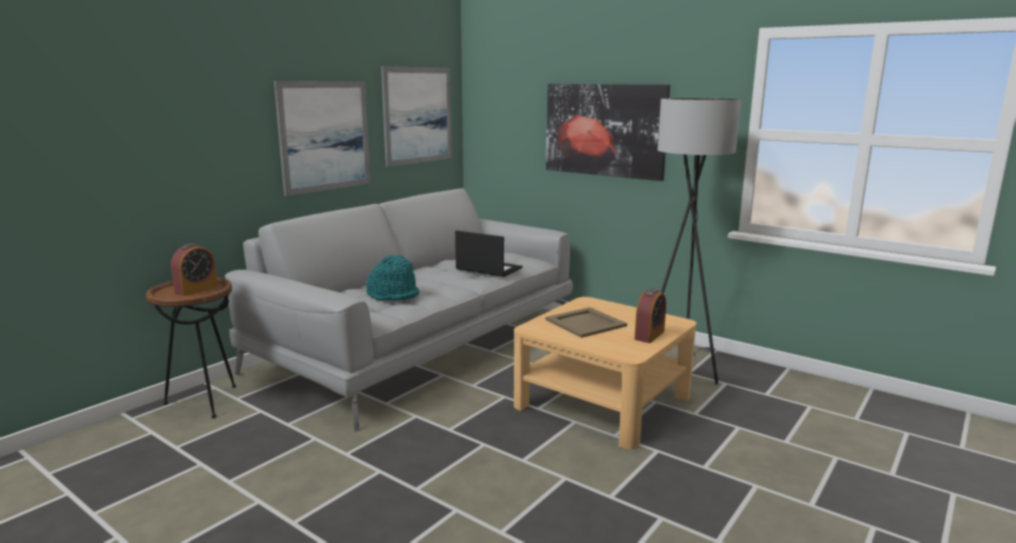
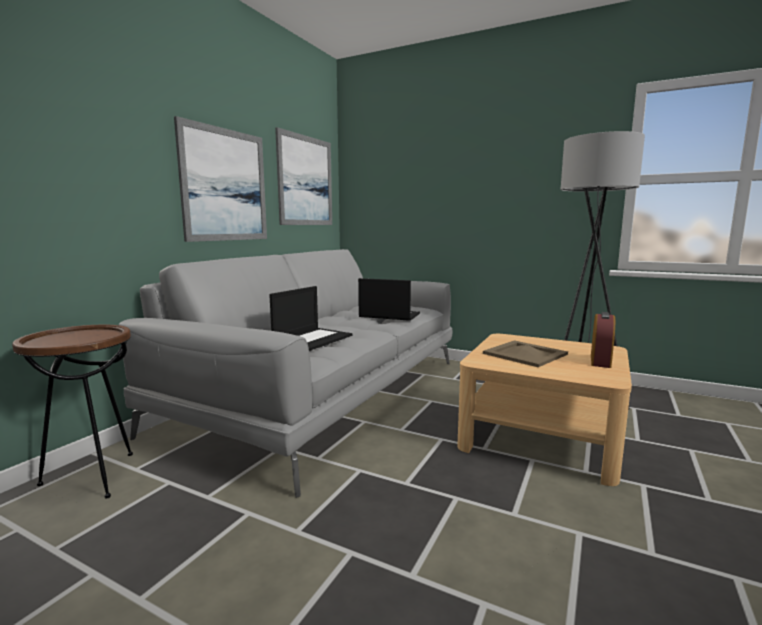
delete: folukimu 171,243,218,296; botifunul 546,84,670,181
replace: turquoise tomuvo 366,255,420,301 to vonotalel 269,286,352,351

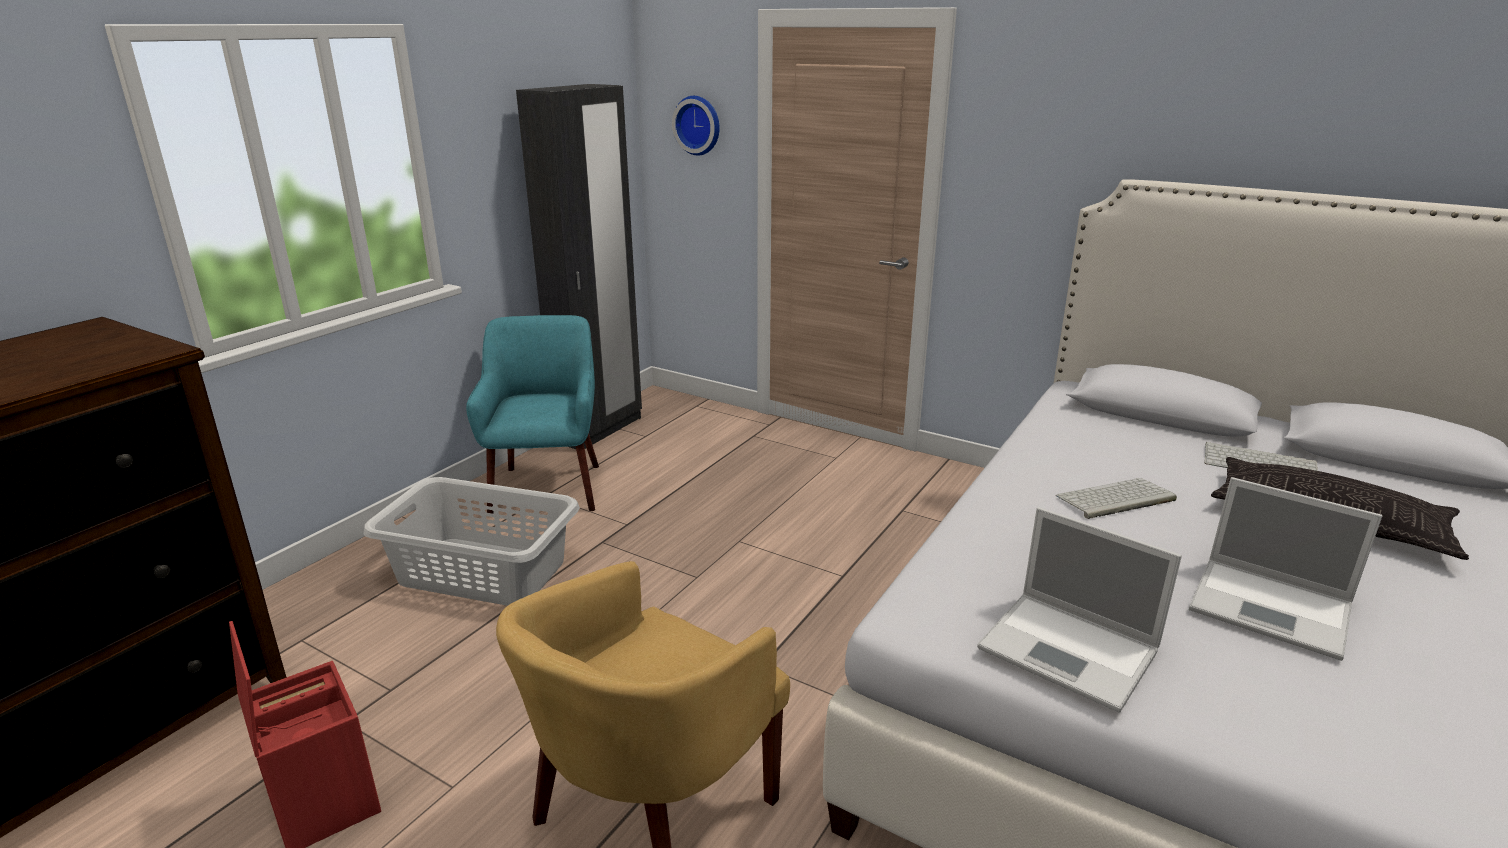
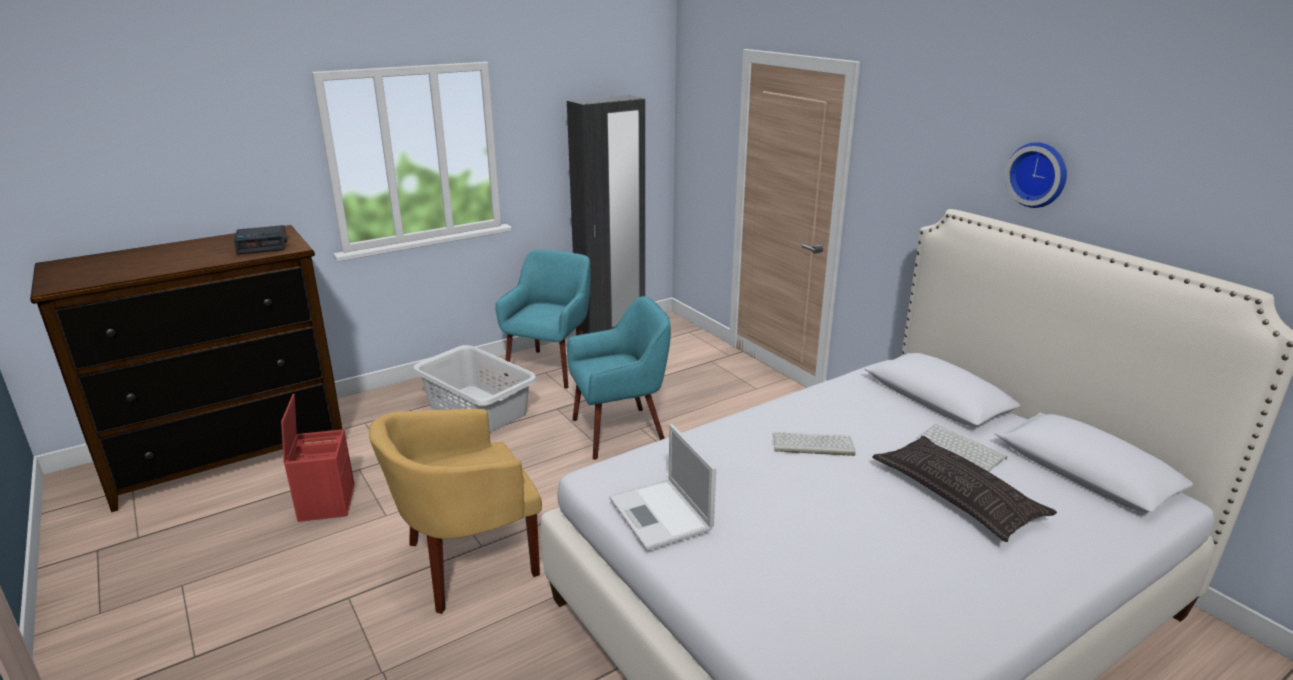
delete: vonotalel 1189,477,1382,661
insert: folukimu 234,225,287,255; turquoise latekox 567,296,671,460
move: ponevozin 672,96,720,155 to 1005,142,1067,208

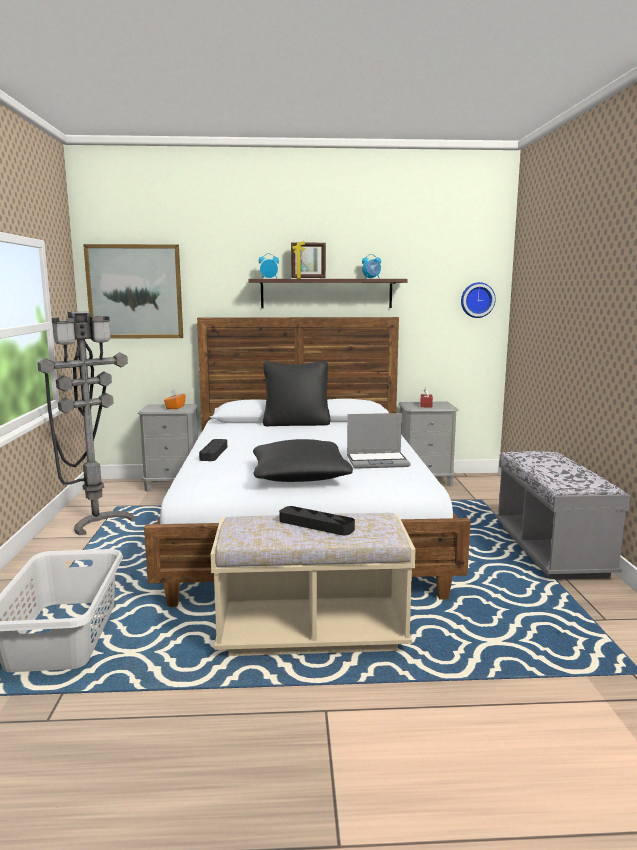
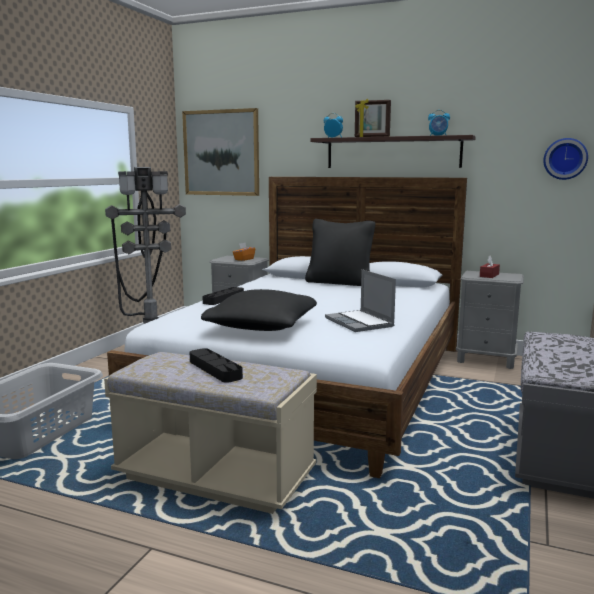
rotate: vonotalel 347,413,411,469 = 325,269,396,332 45 degrees clockwise

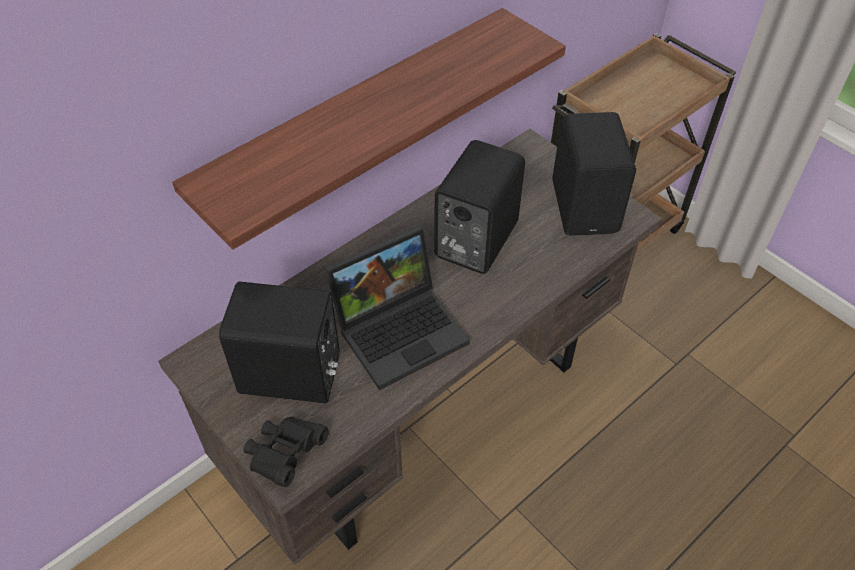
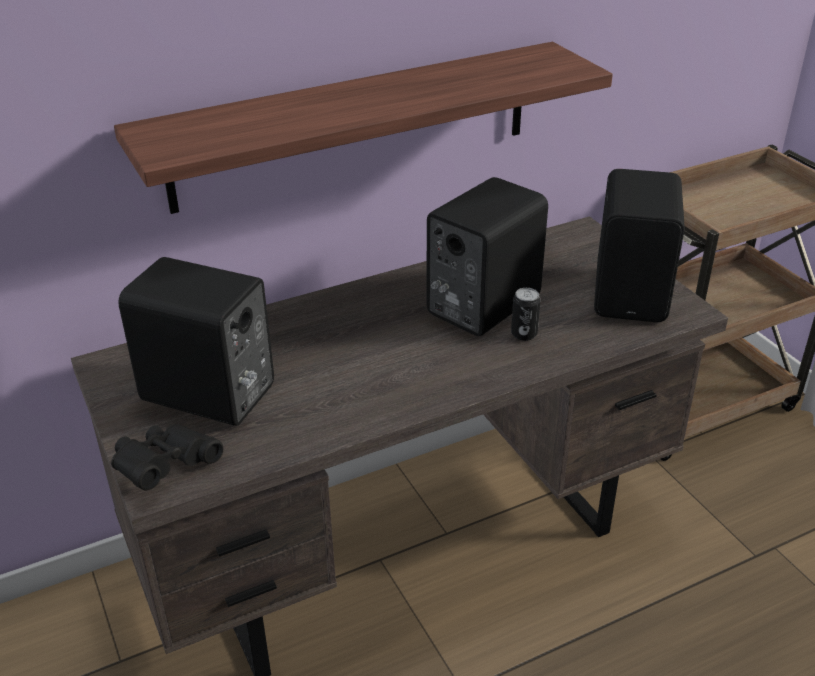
delete: vonotalel 325,226,470,390
insert: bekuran 511,288,541,341

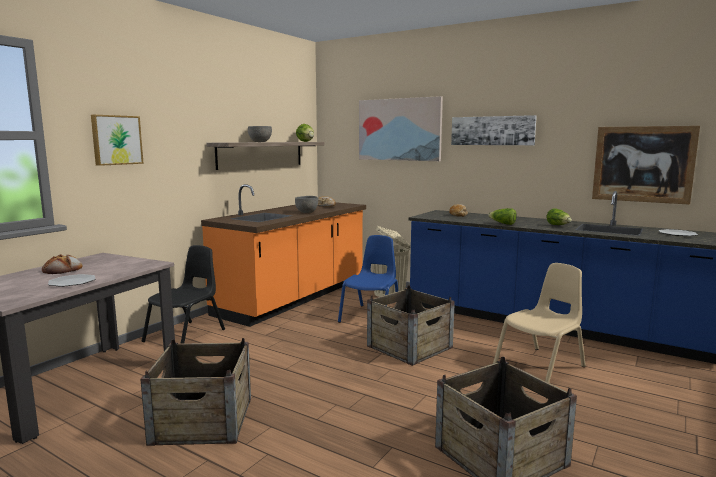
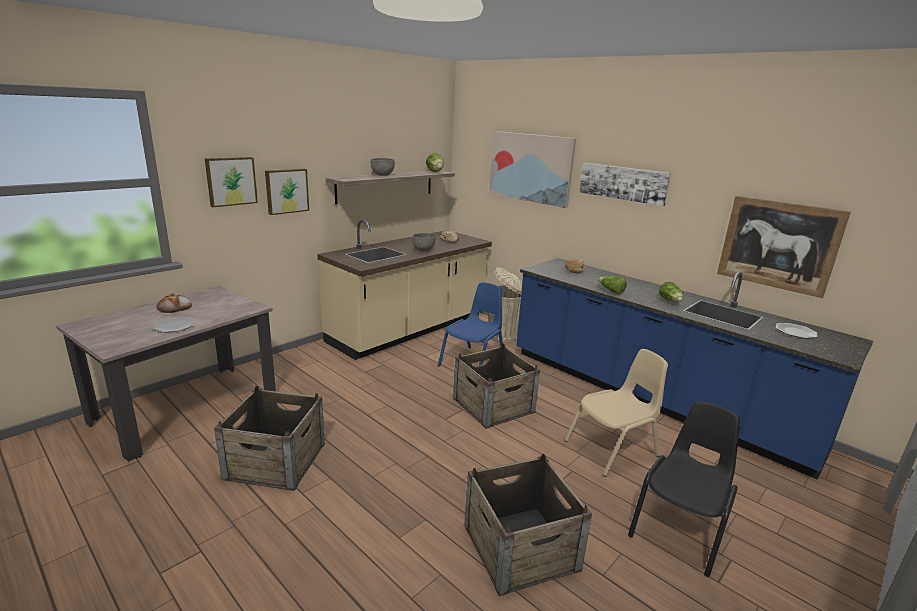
insert: botifunul 265,169,309,215
move: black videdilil 142,245,225,344 to 628,401,740,577
recolor: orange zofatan 201,184,366,327 to beige zofatan 317,220,492,360

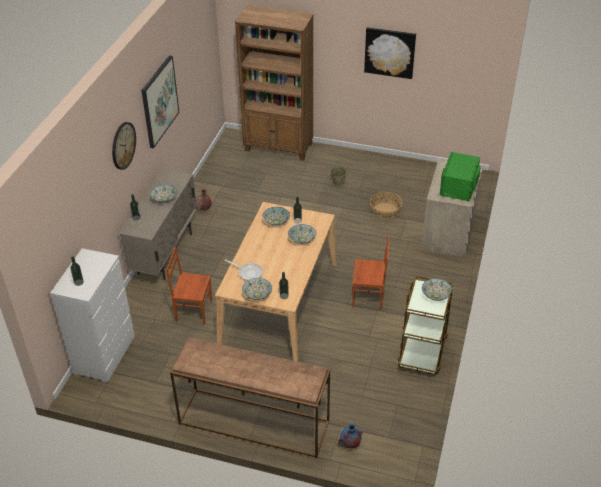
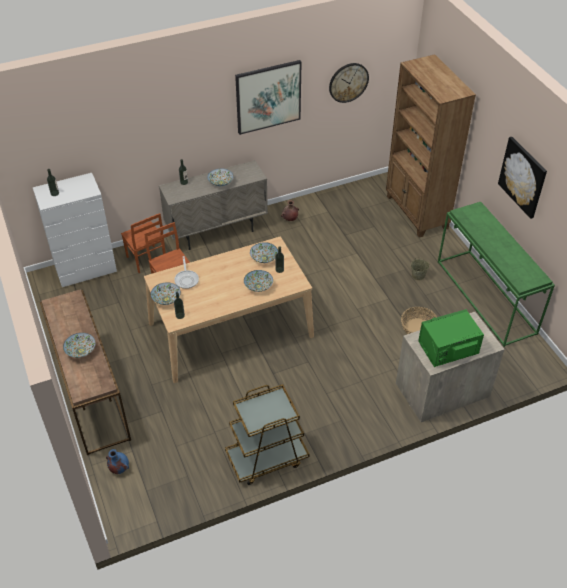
insert: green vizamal 438,202,555,347
move: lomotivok 422,279,452,301 to 63,333,96,358; brown videdilil 353,236,390,310 to 121,213,166,273; ponevozin 112,122,136,170 to 329,63,369,103

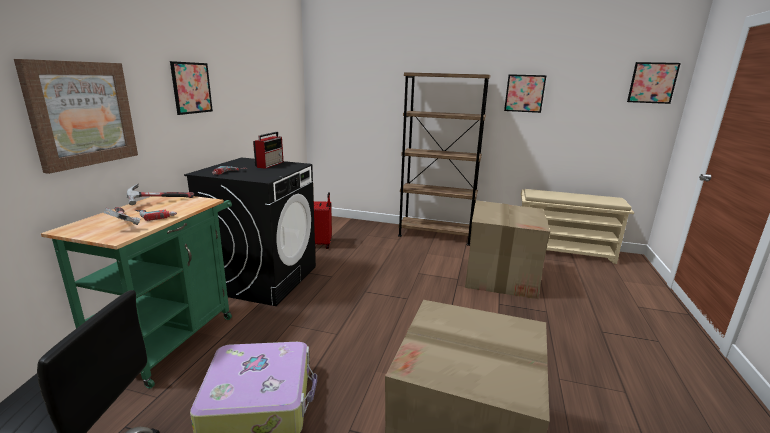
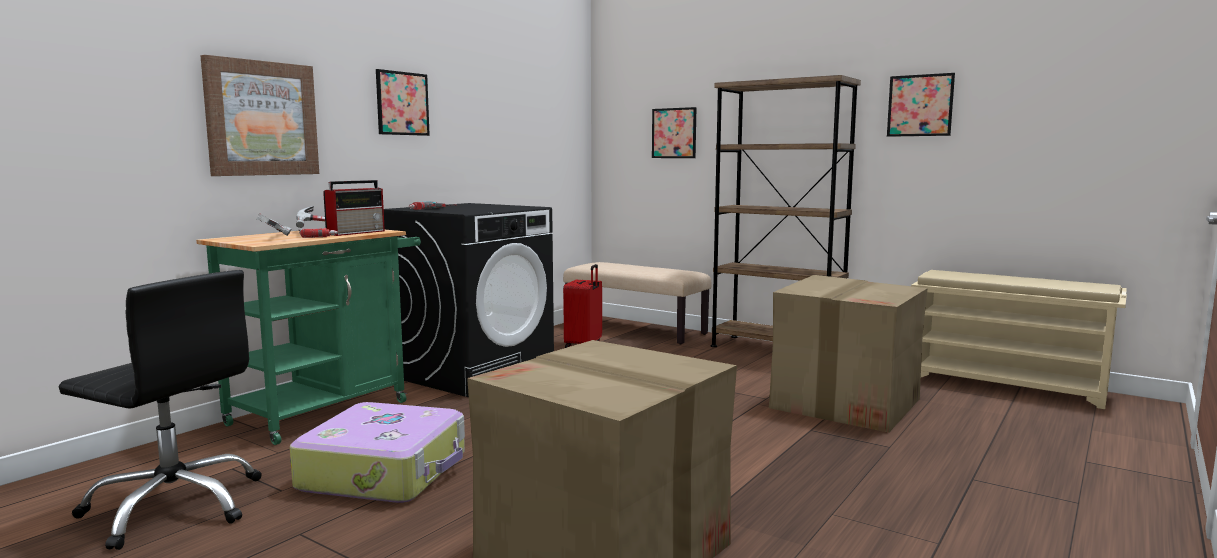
insert: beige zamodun 563,262,712,344
move: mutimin 253,132,283,169 to 323,180,385,236; botifunul 627,62,681,104 to 652,107,696,158

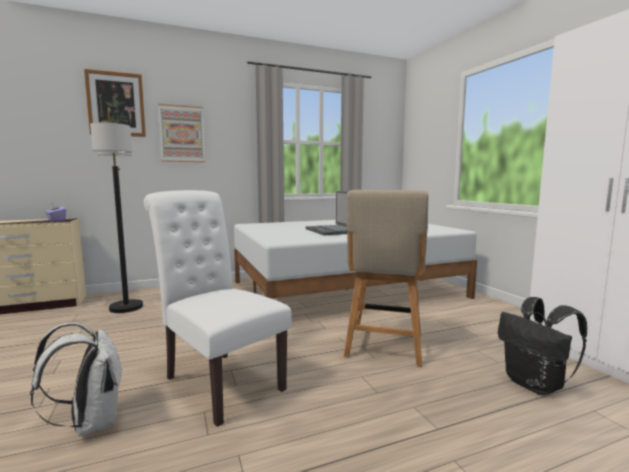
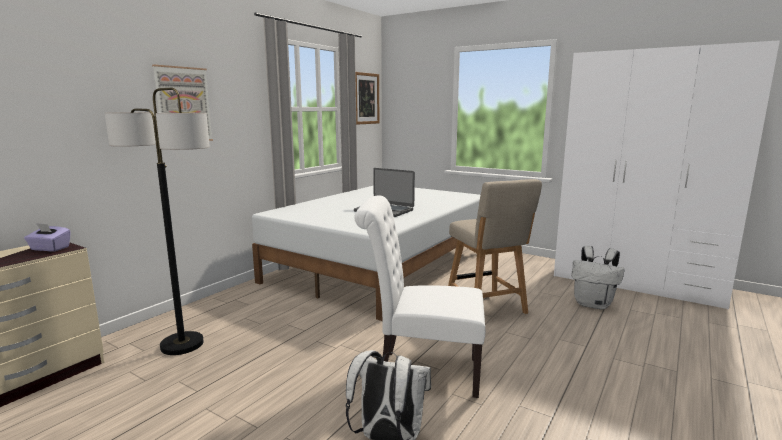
move: botifunul 84,69,146,137 to 355,72,379,125
recolor: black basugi 498,297,587,395 to white basugi 571,246,625,309

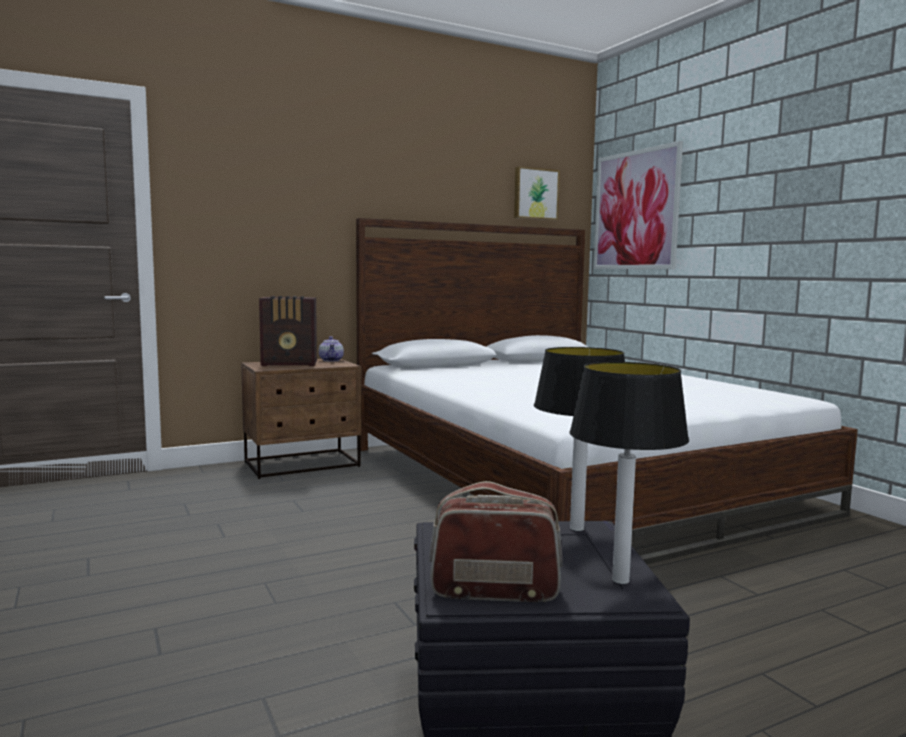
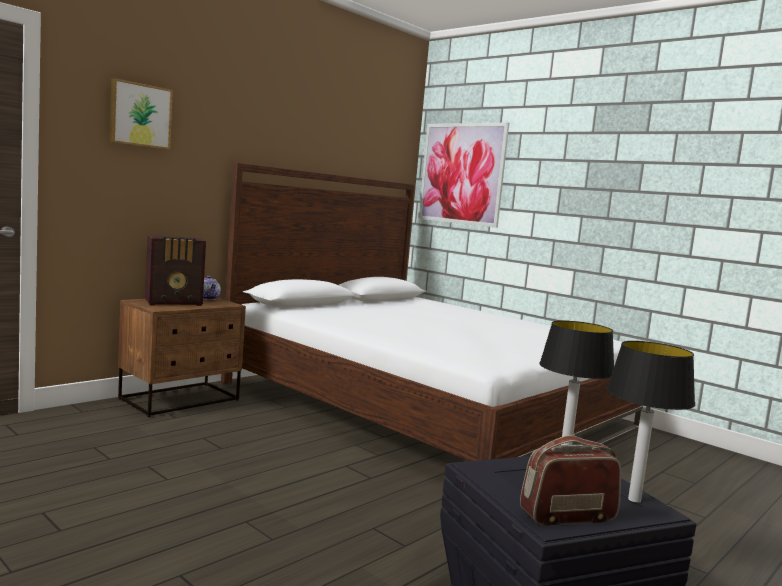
move: botifunul 514,166,560,220 to 109,78,173,149

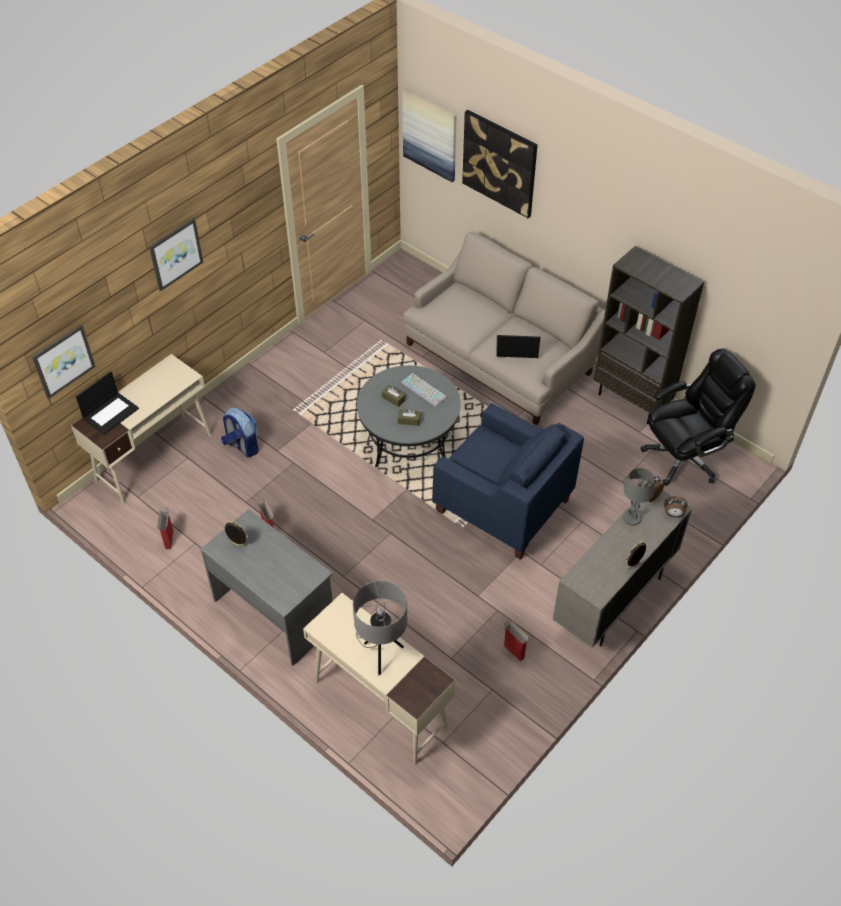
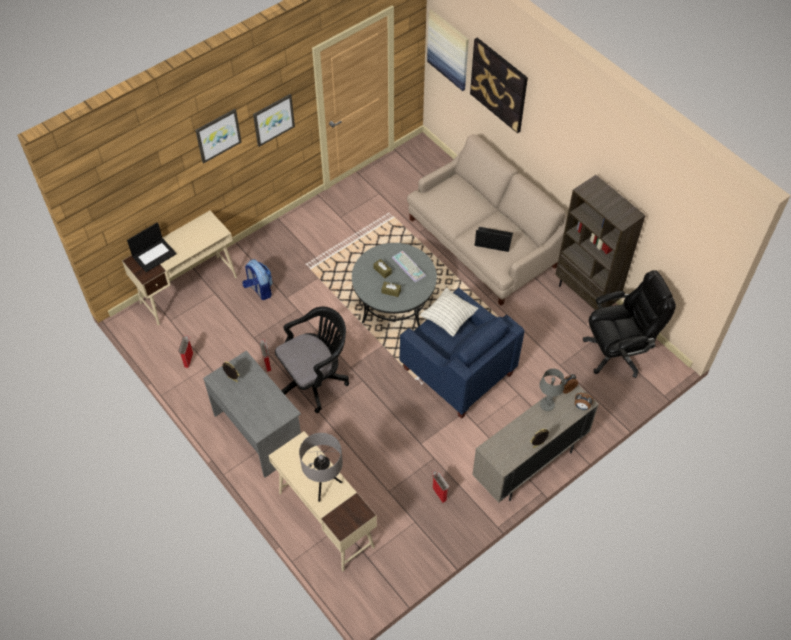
insert: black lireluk 275,307,349,413; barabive 420,288,479,336
move: botifunul 32,324,96,399 to 253,94,295,147

